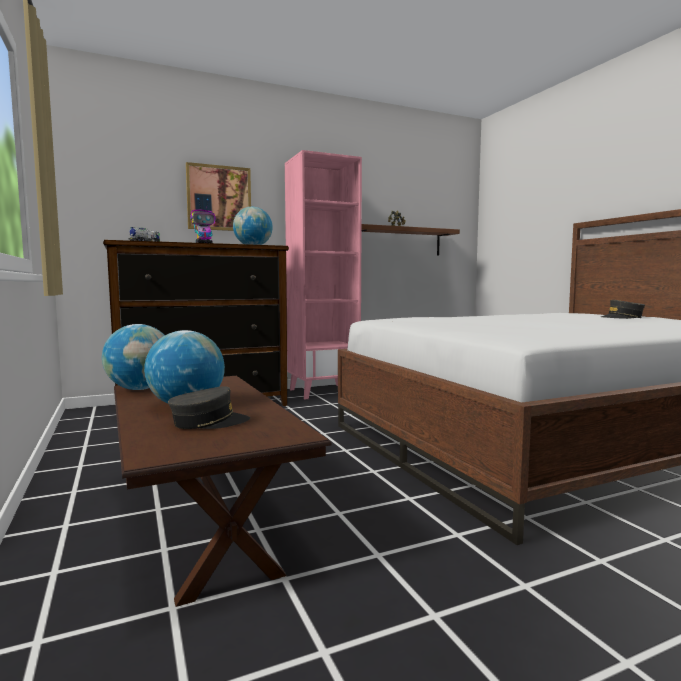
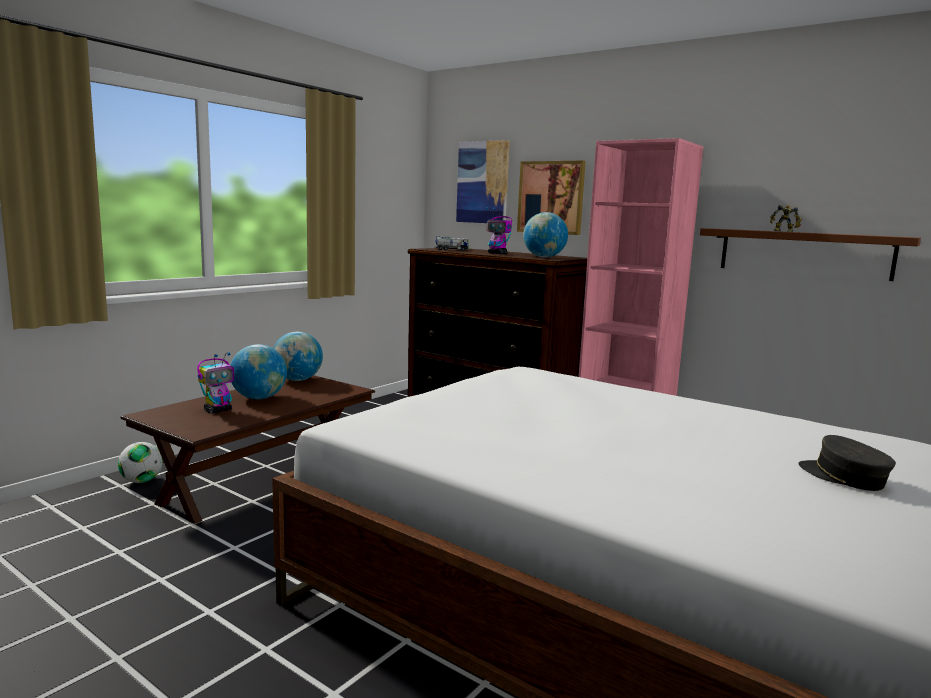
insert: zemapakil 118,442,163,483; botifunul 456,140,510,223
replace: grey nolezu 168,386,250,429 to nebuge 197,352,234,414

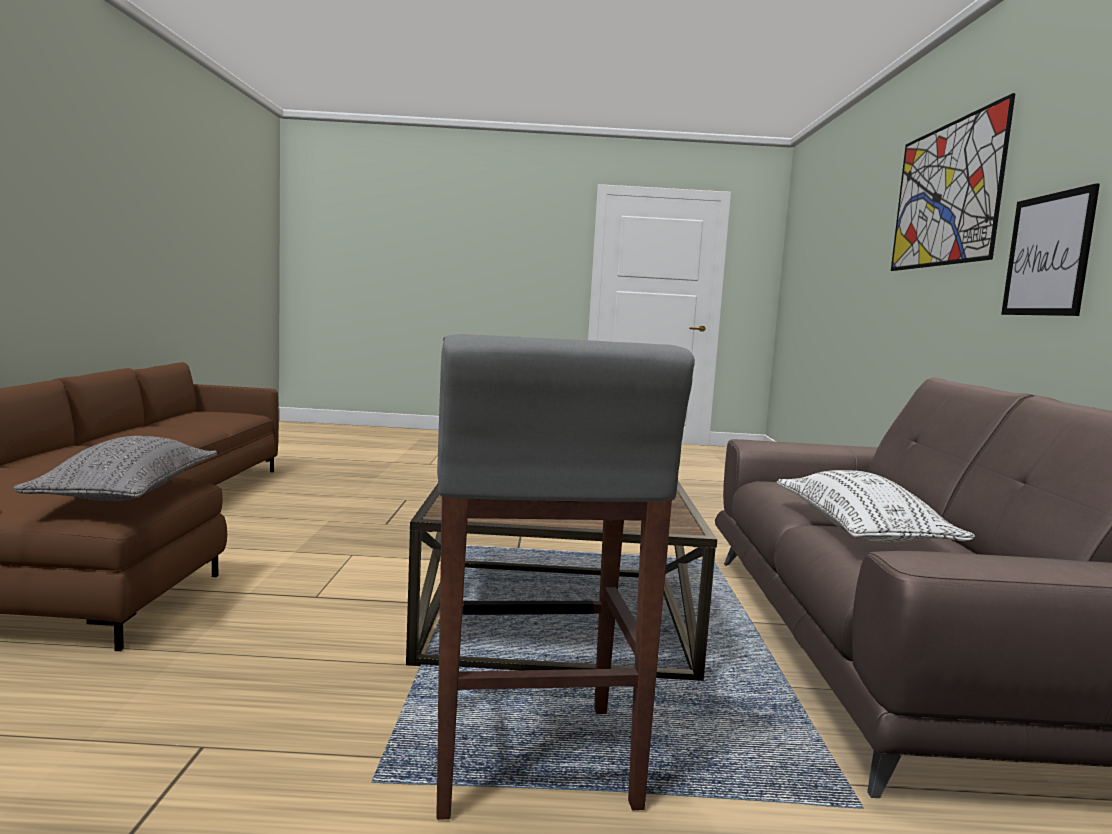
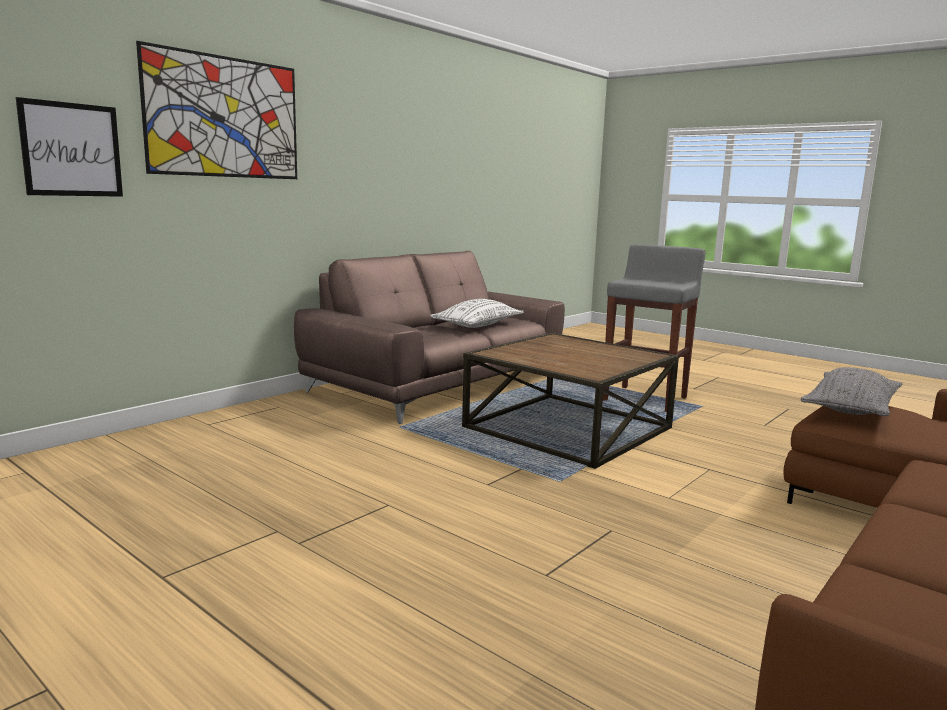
move: botifunul 1001,184,1100,316 to 16,97,123,197

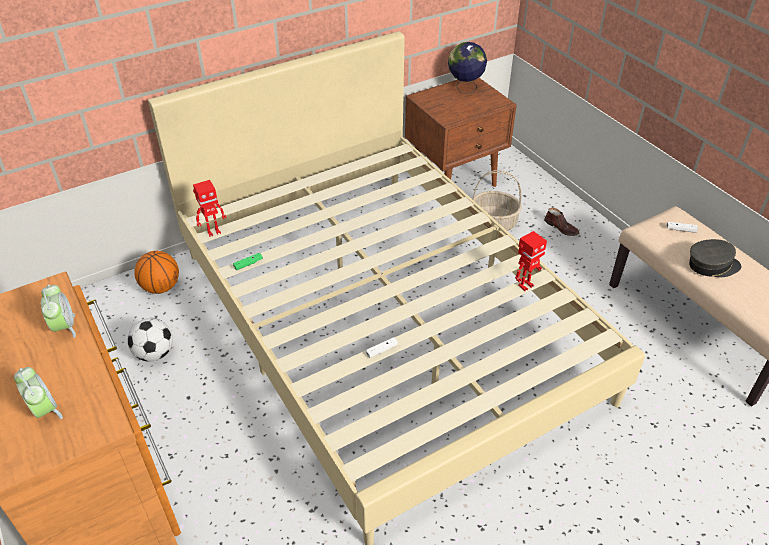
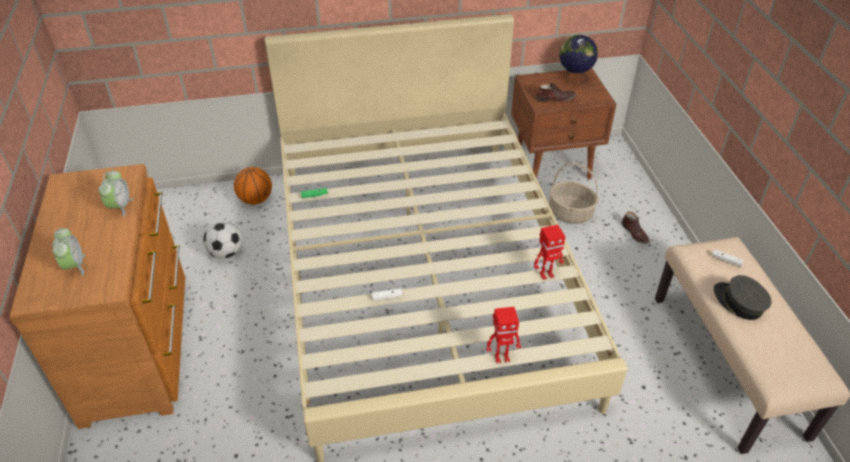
insert: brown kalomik 536,83,576,102
move: nebuge 193,180,226,237 to 486,307,521,364
rotate: grey nolezu 689,239,742,277 = 714,275,771,320 135 degrees counterclockwise

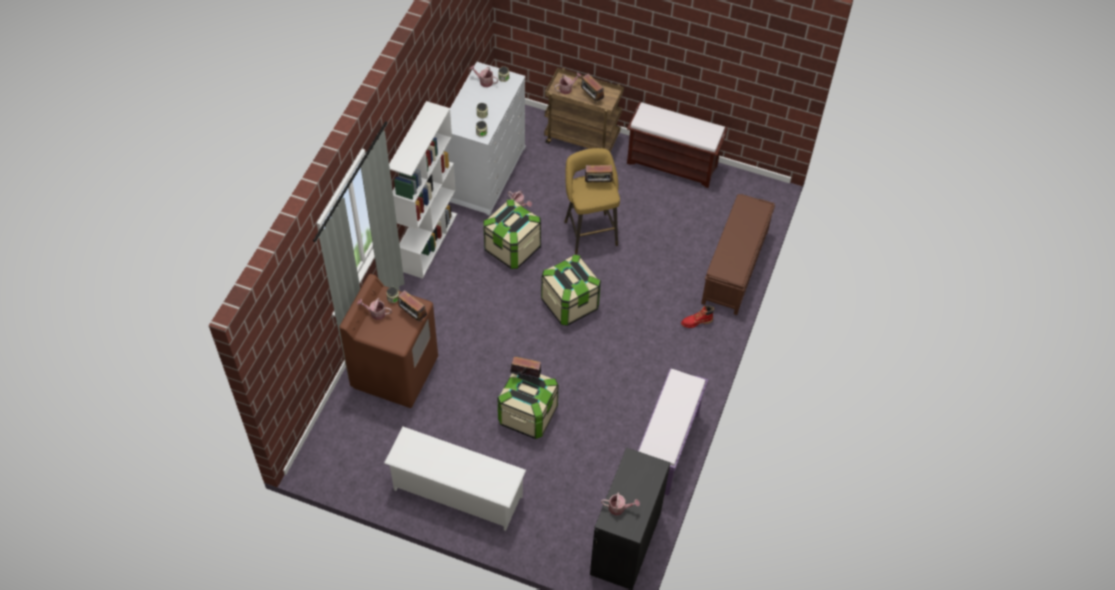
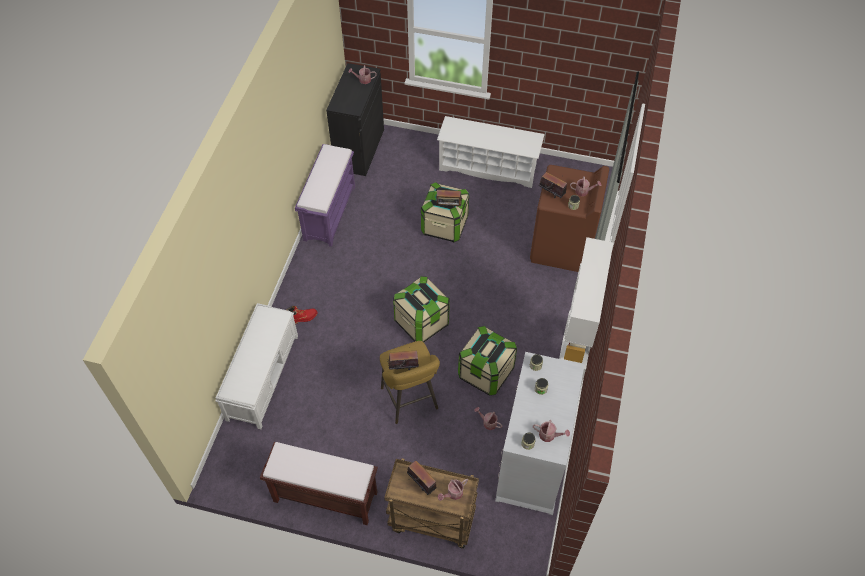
recolor: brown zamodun 701,194,775,315 to white zamodun 215,303,298,429

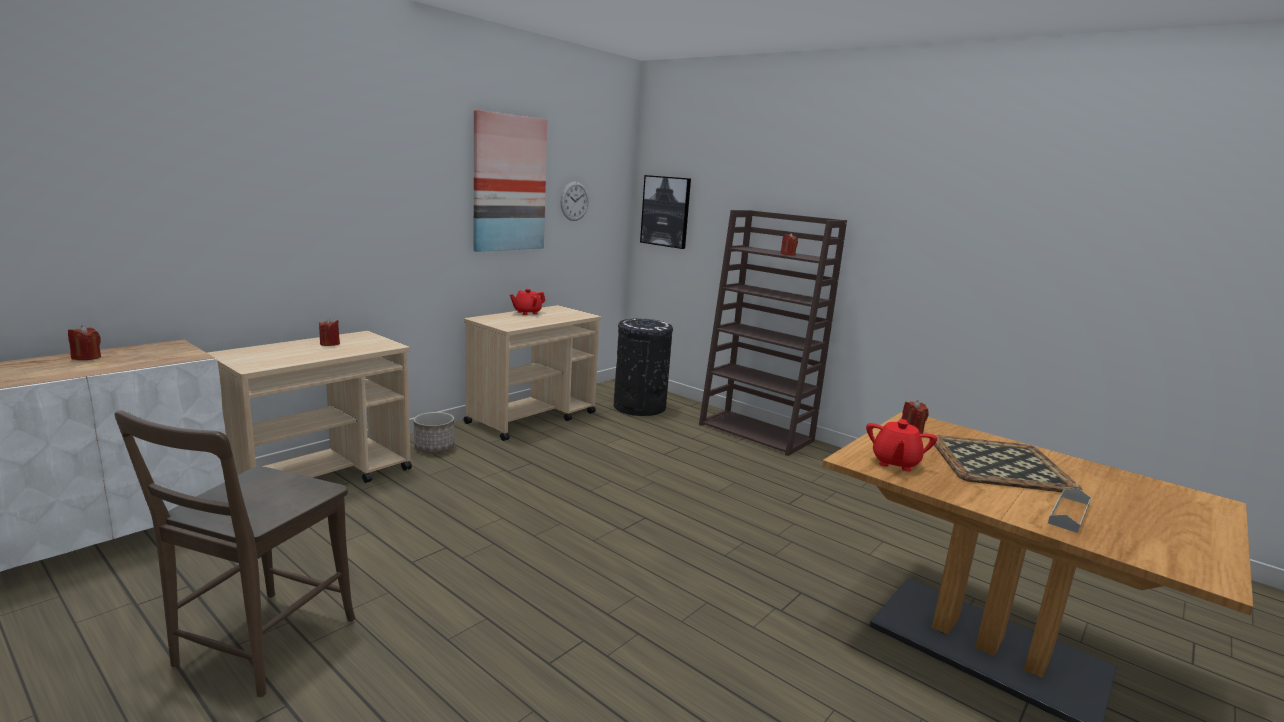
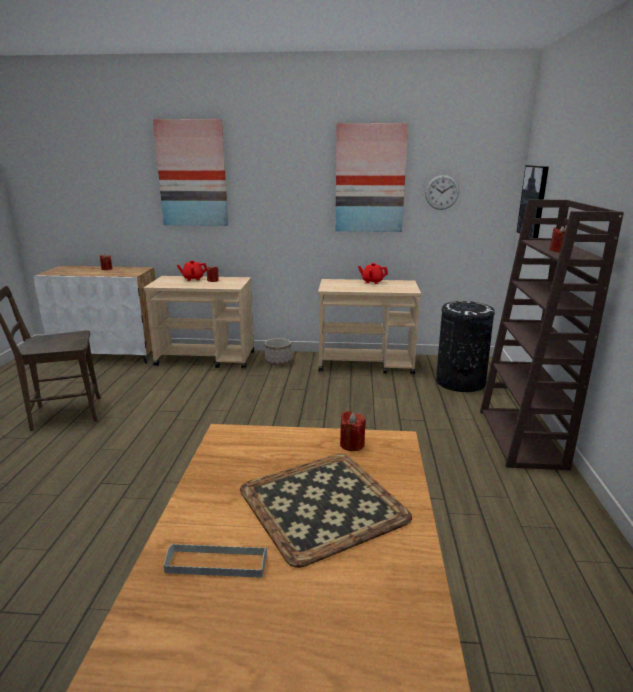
insert: botifunul 153,119,228,226
move: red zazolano 866,419,937,472 to 177,260,207,281

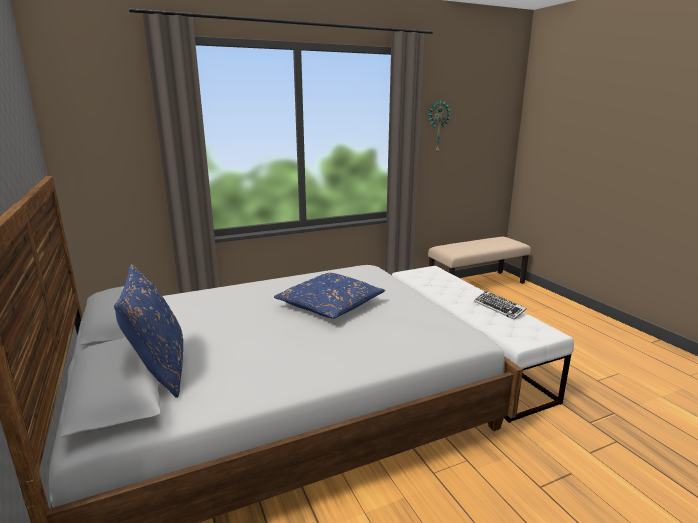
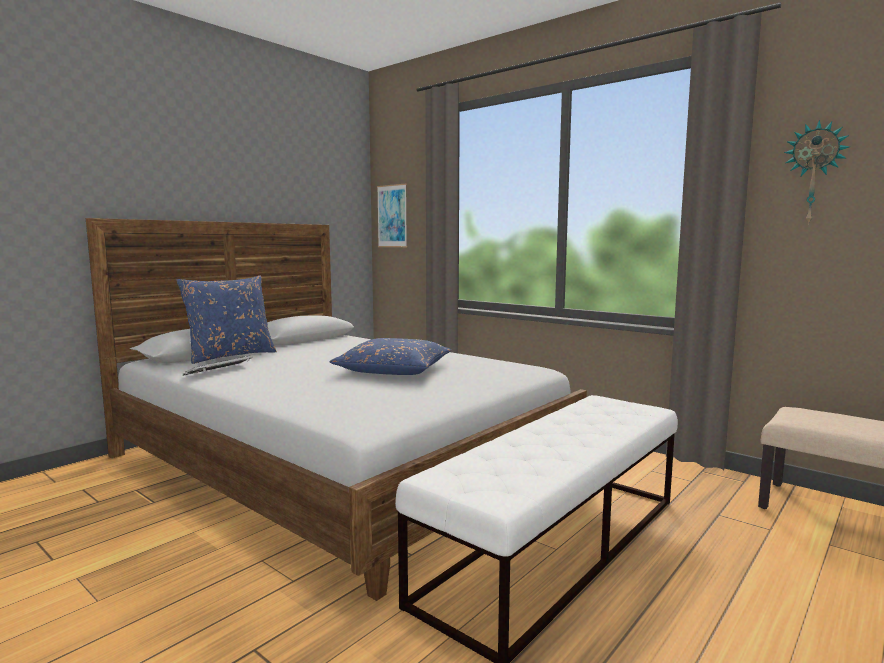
insert: botifunul 377,184,407,247
move: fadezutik 474,291,527,320 to 183,355,253,376

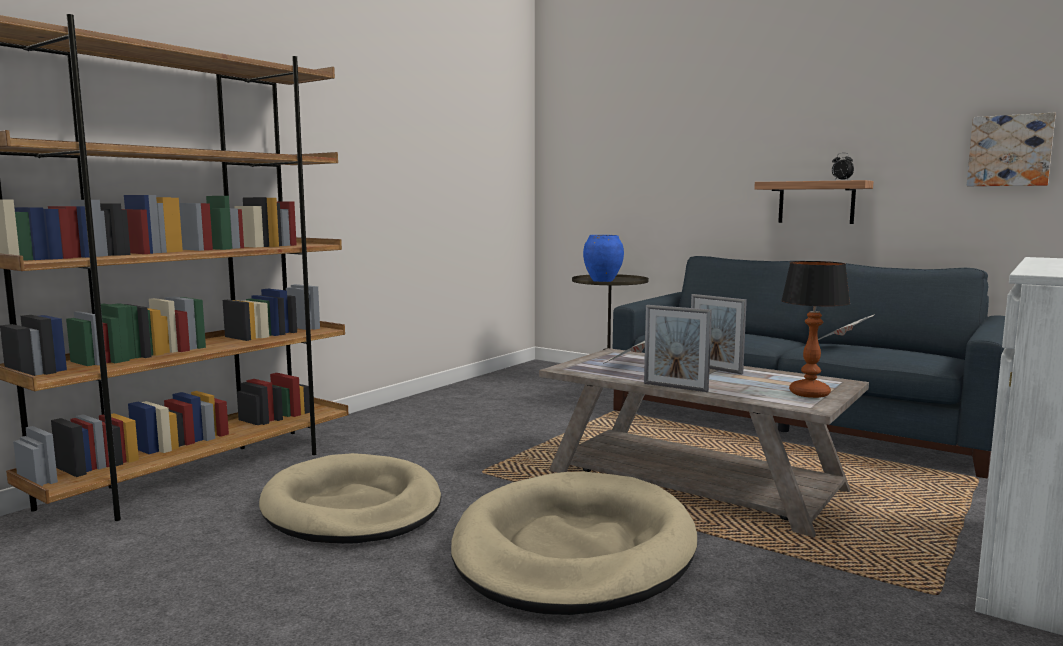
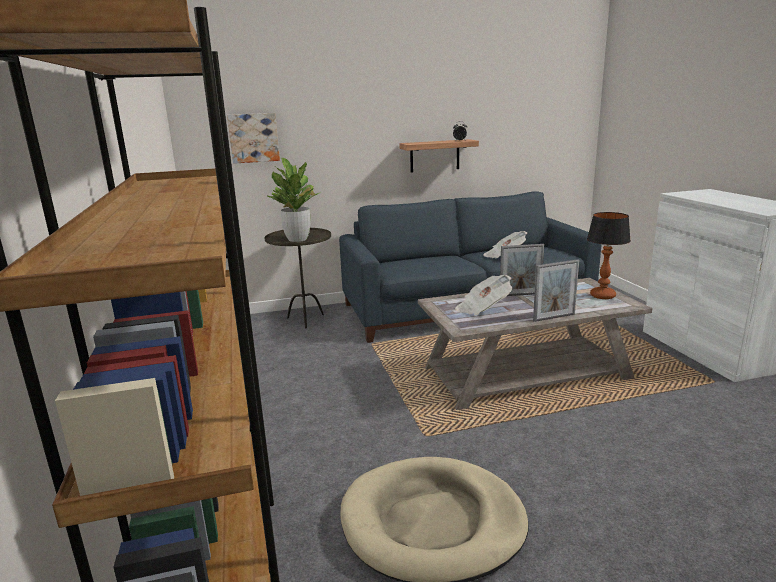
delete: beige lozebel 451,472,697,615
move: botifunul 967,113,1056,186 to 227,113,280,164
replace: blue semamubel 583,235,624,282 to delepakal 266,158,321,242

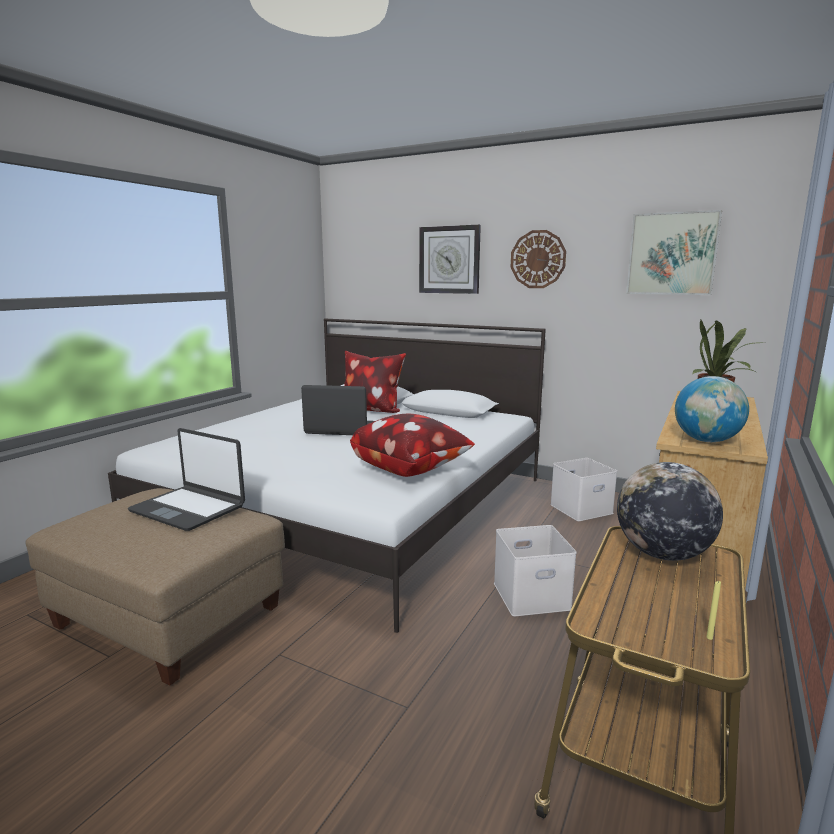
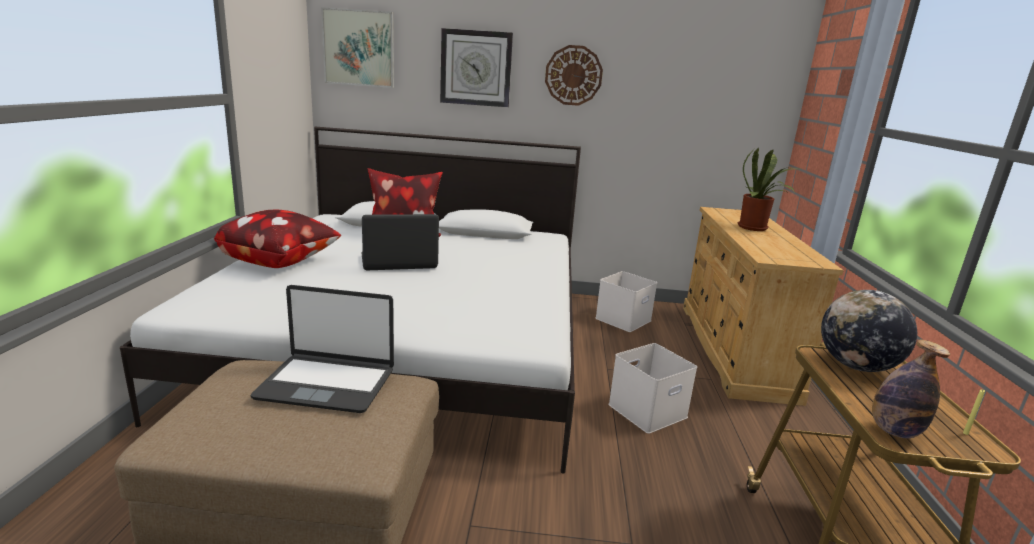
delete: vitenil 675,376,749,442
insert: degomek 872,339,950,438
move: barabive 350,414,475,477 to 214,210,341,268; botifunul 626,210,722,295 to 321,7,394,88

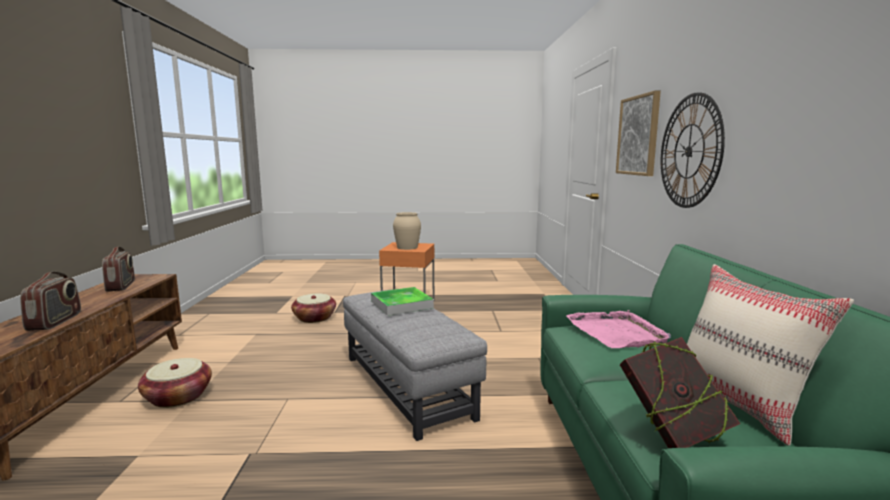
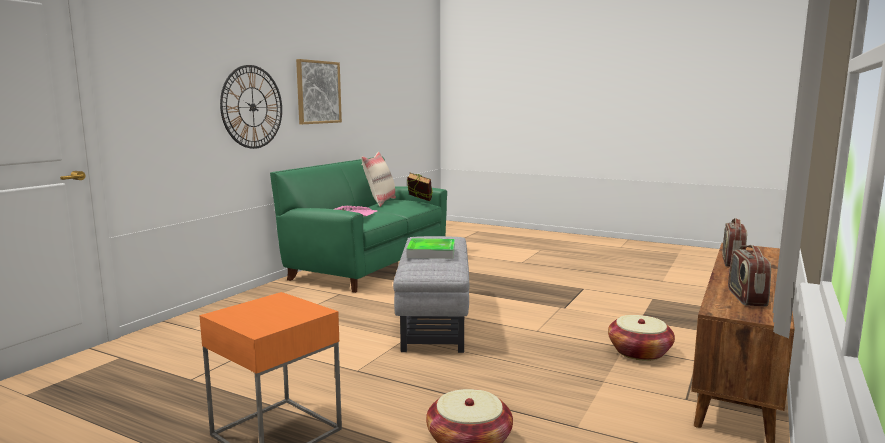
delete: beige semamubel 393,212,421,250
move: botifunul 616,90,661,176 to 296,59,342,124

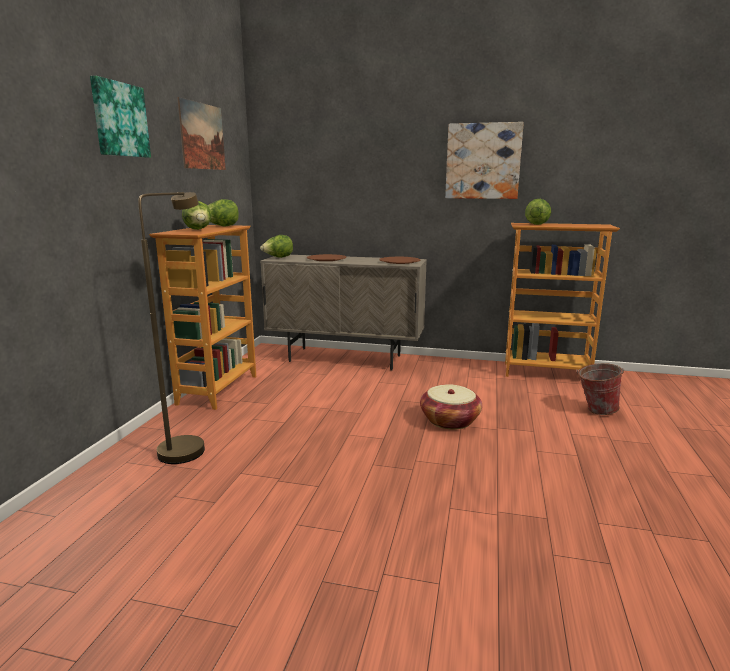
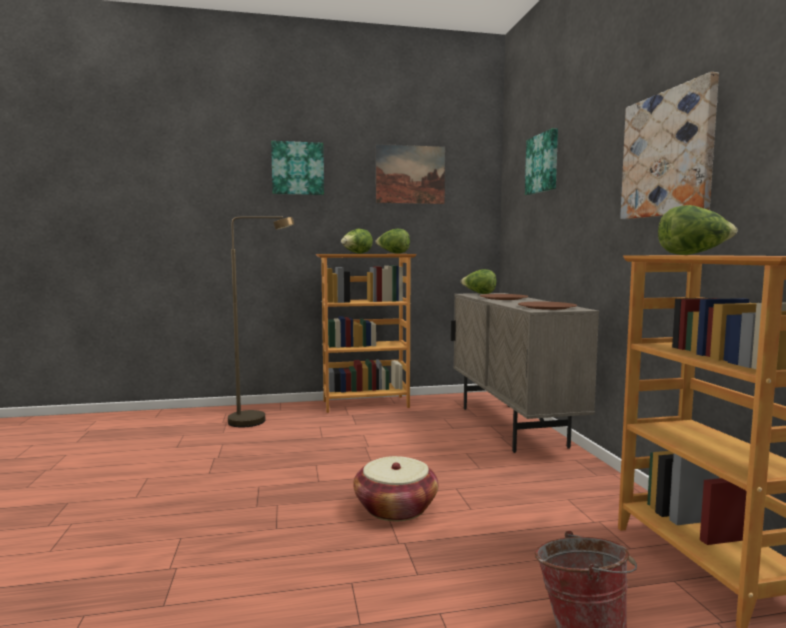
insert: botifunul 525,128,558,195

